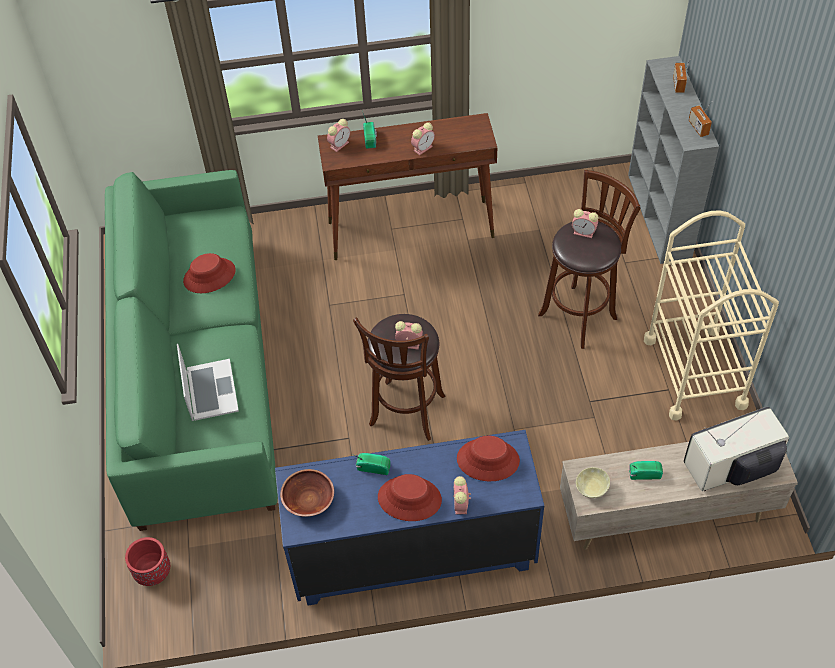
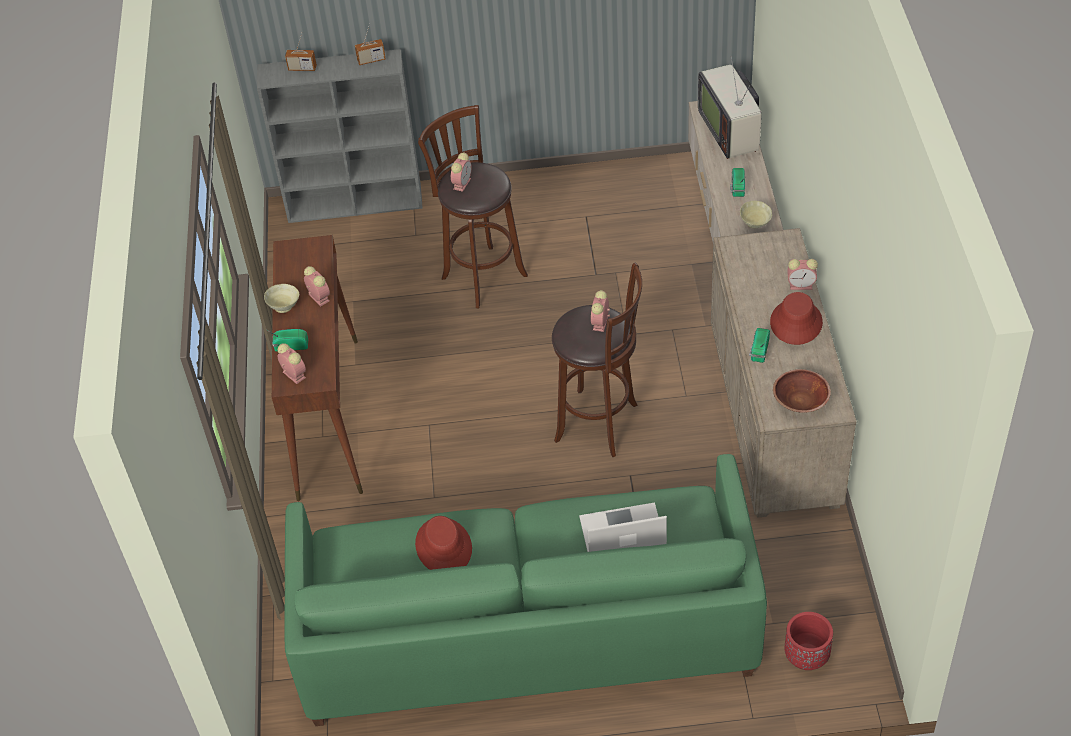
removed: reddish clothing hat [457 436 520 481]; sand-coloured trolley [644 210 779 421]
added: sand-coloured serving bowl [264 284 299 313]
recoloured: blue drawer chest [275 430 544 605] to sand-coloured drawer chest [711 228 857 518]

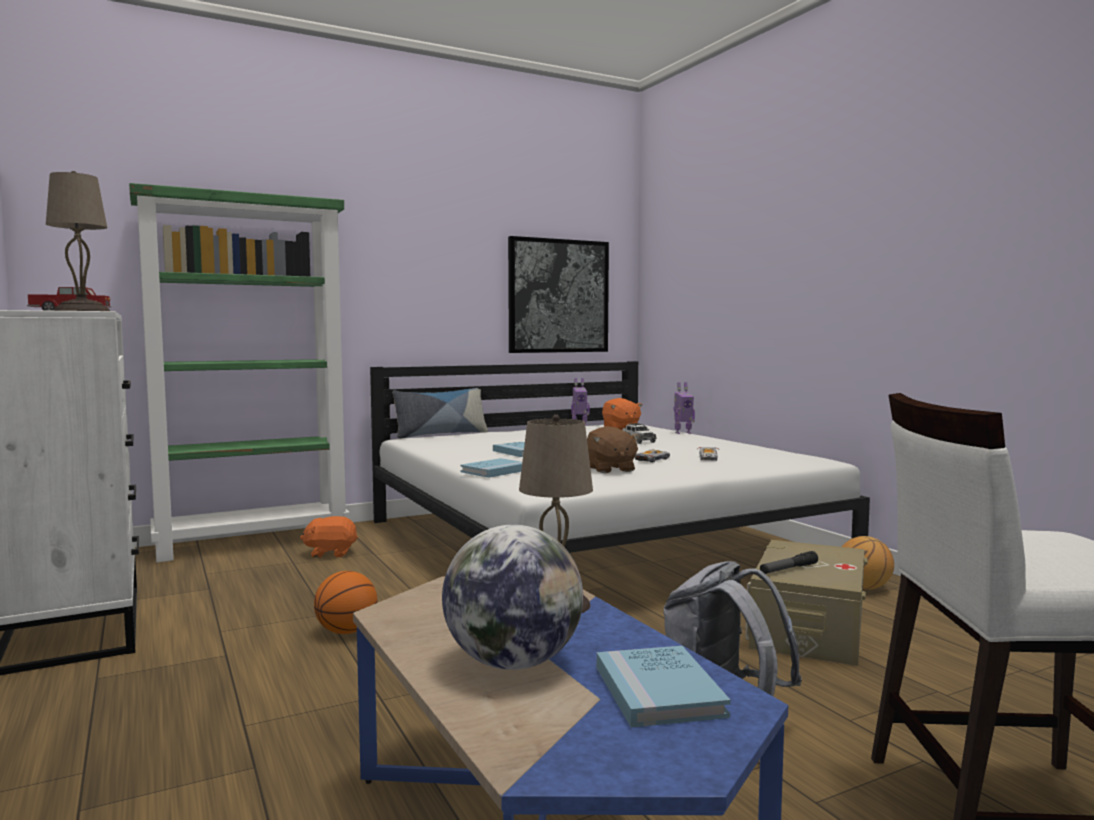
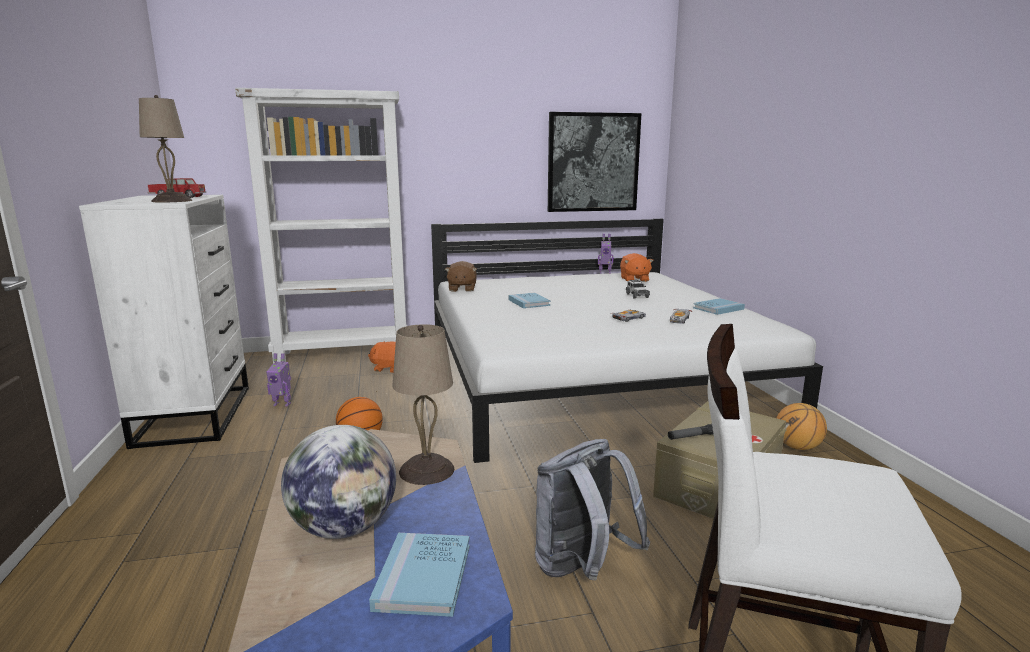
removed: cushion [392 388 488 439]
moved: robot figure [673 382 695 434] to [266 353 291 407]; brown plush toy [587 426 640 473] to [445 261 477 292]; blue book [460 458 522 478] to [693 298 745 315]
recoloured: green-coloured bookcase [129 183 350 562] to whitish bookcase [235 88 407 364]

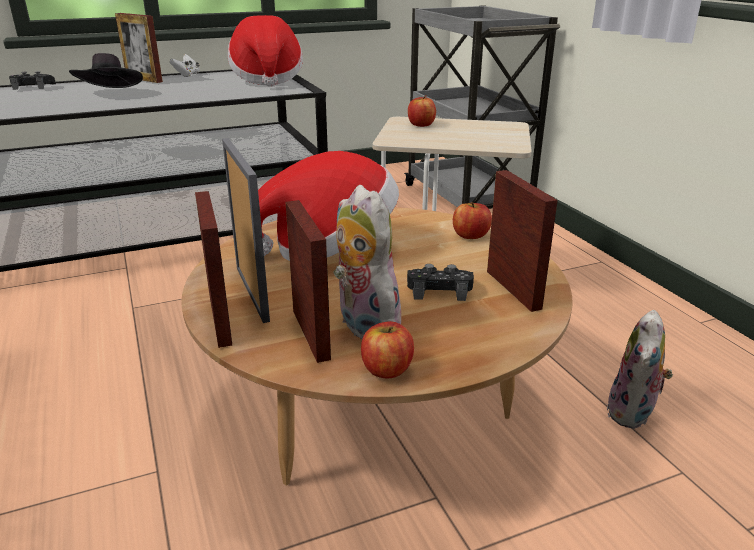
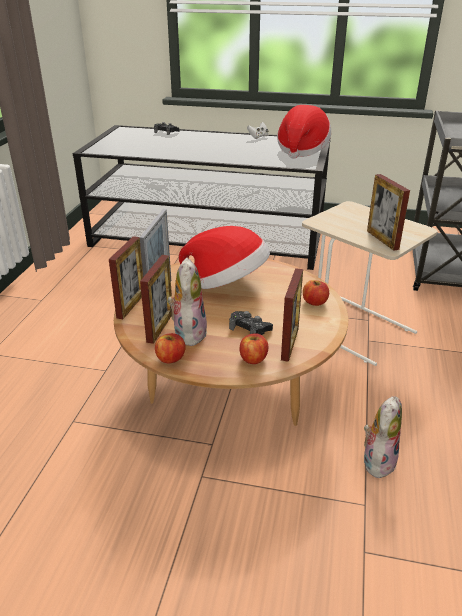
removed: blackish clothing hat [69 53 143 88]
moved: apple fruit [408 95 436 127] to [240 333 268 364]; standing frame [115 13 163 83] to [367 174 410 251]
turned: plush toy [607 310 673 429] = [364 396 402 478] 150 degrees clockwise

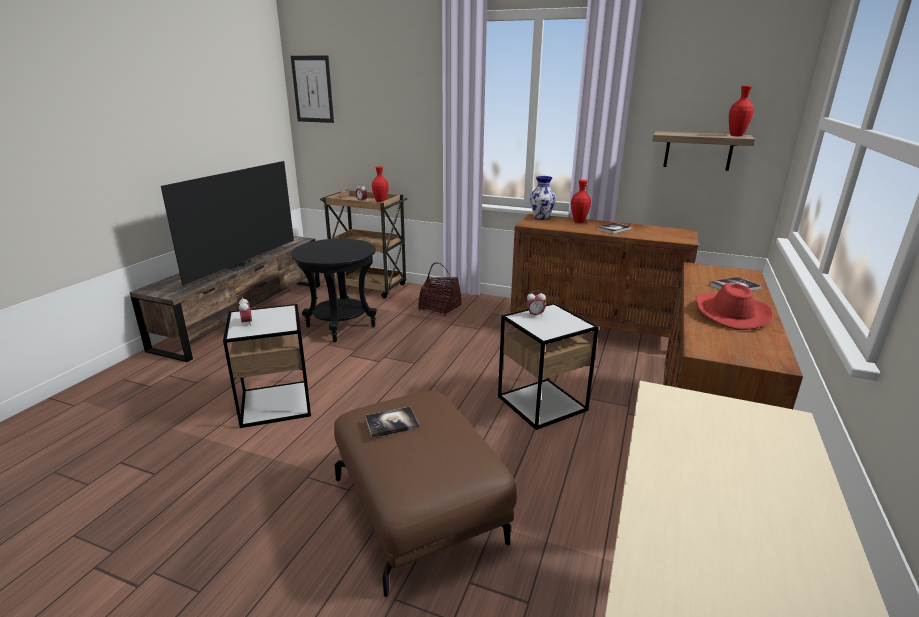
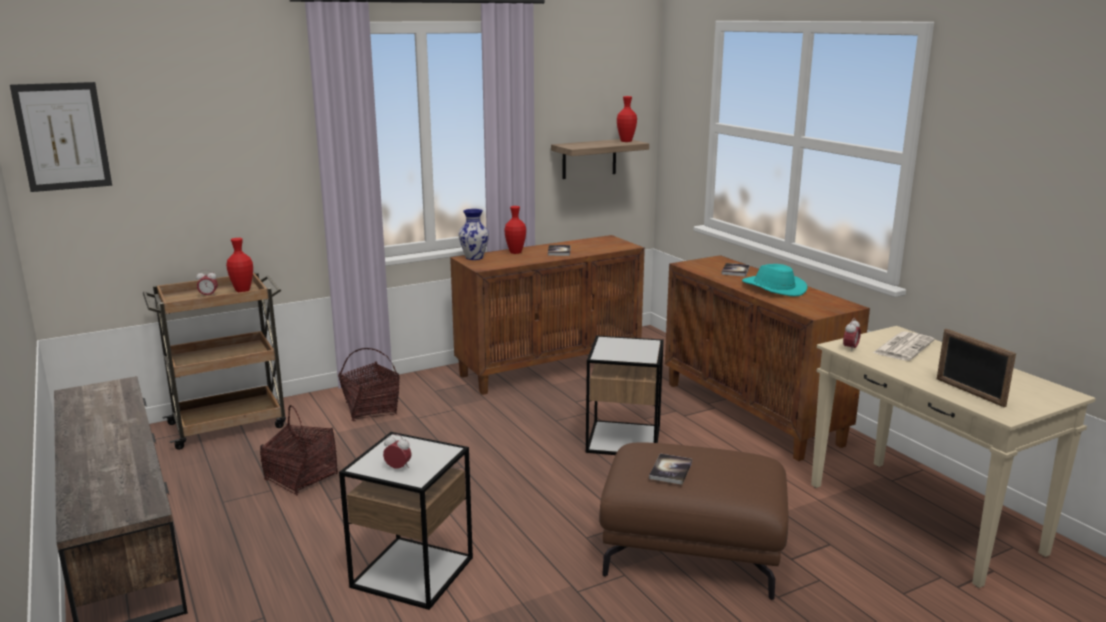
removed: television [161 161 294 286]
added: daily paper [873 331 935 361]; standing frame [937 329 1016 407]
moved: bedside clock [526 291 546 317] to [843 318 861 352]
replaced: blackish end table [291 238 377 342] to basket [260 405 338 495]
recoloured: reddish clothing hat [696 283 773 330] to turquoise-coloured clothing hat [742 264 807 296]

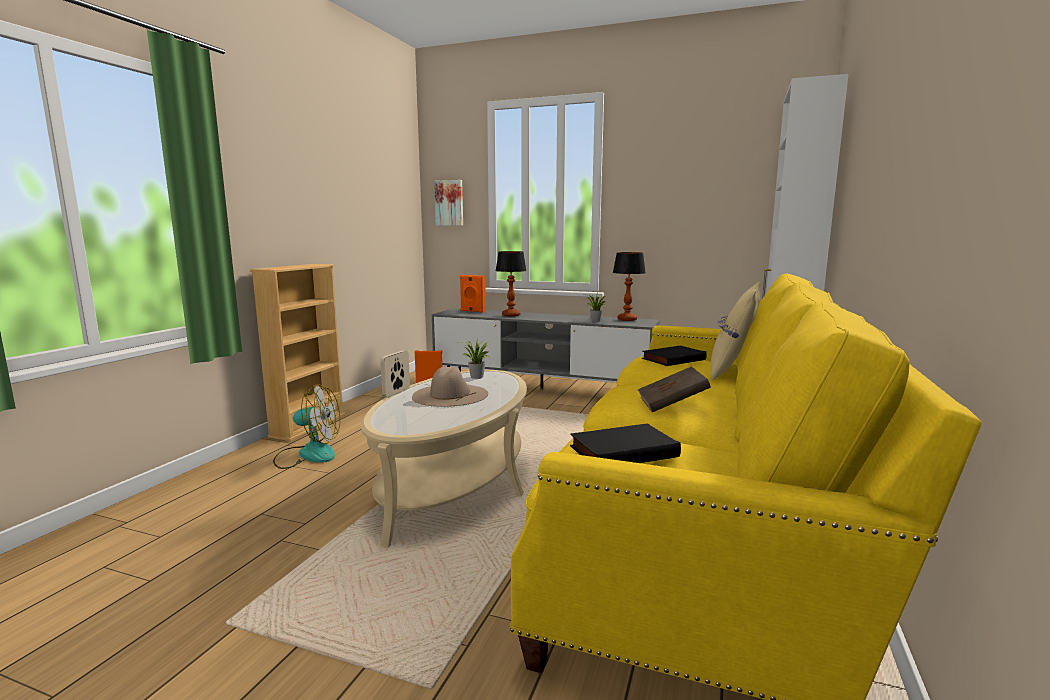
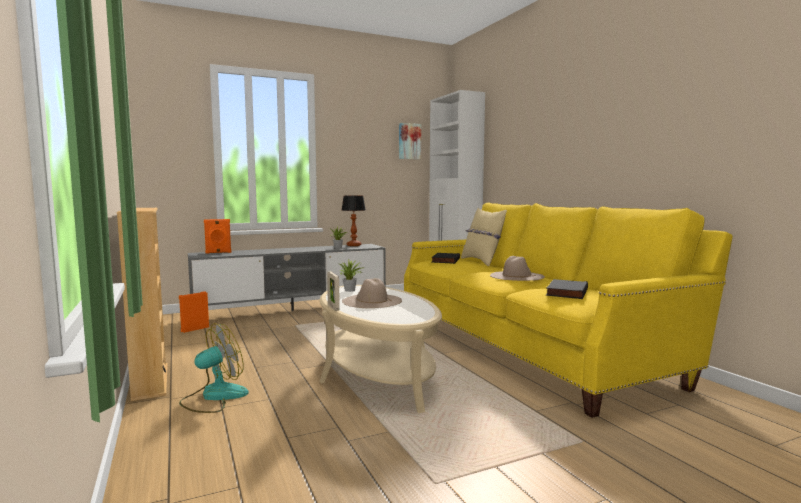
removed: table lamp [496 251 527 317]
moved: picture [434 180 463 226] to [399 123 421 160]
replaced: brown book [638 366 711 412] to sand-coloured clothing hat [490 256 545 281]

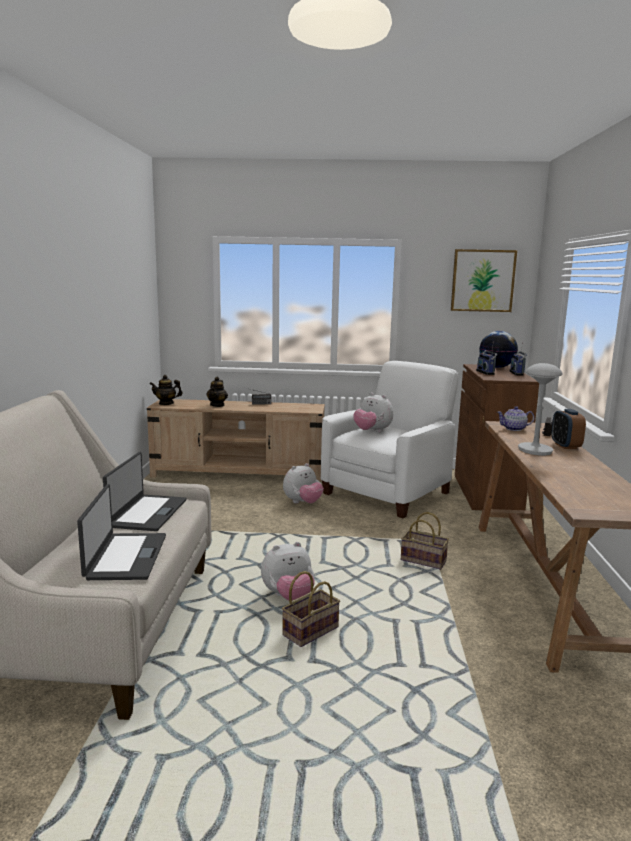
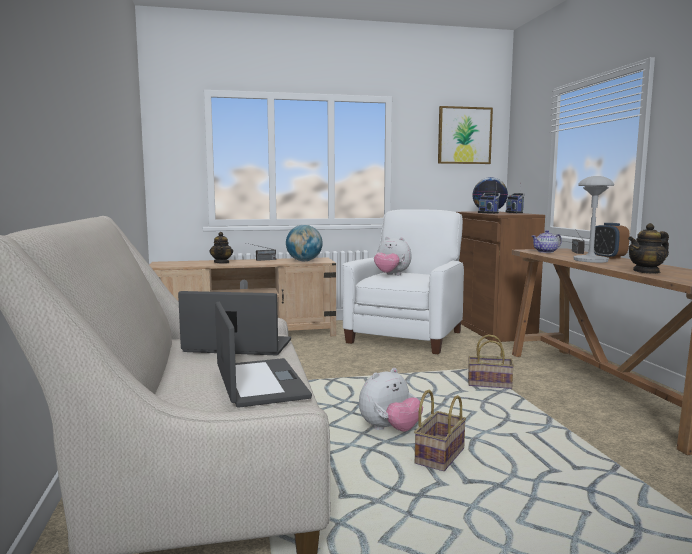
removed: plush toy [283 463 324 503]
added: desk globe [286 225 323 261]
moved: tea pot [150 375 183 405] to [628 223 669 274]
turned: notebook computer [103 452 186 531] = [178 291 291 355] 75 degrees counterclockwise

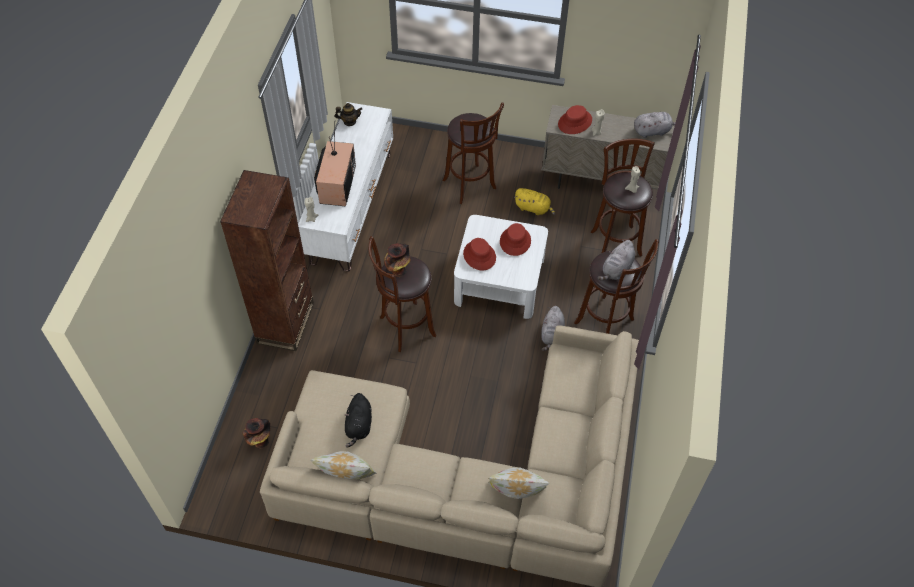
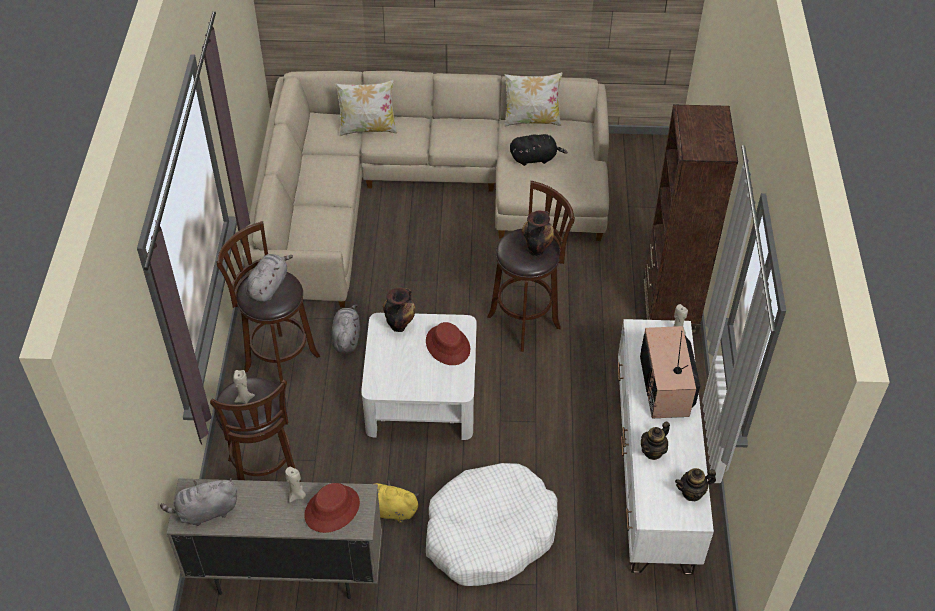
removed: reddish clothing hat [500 223 531 256]
added: tea pot [641 421 670 460]
moved: decorative vase [243 418 270 449] to [383 288 415 332]
replaced: brown sitting stool [443 102 504 204] to whitish dog cushion [426 463 558 586]
turned: blackish plush toy [345 393 372 448] = [510 134 568 166] 90 degrees clockwise

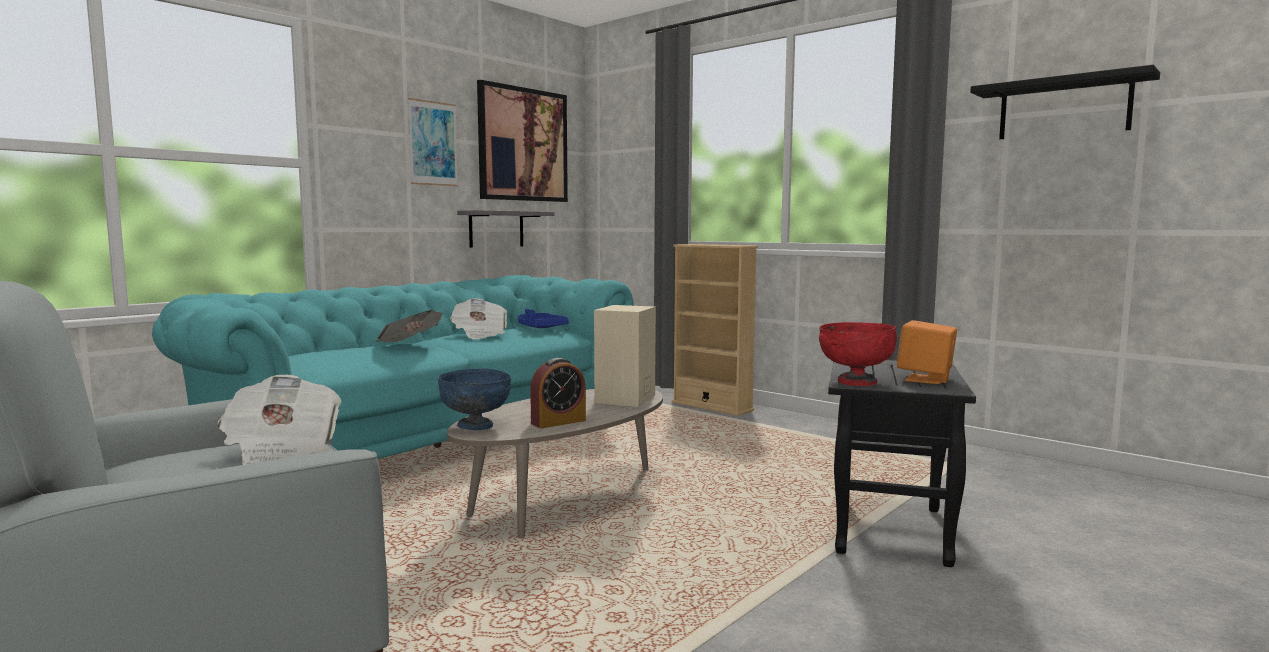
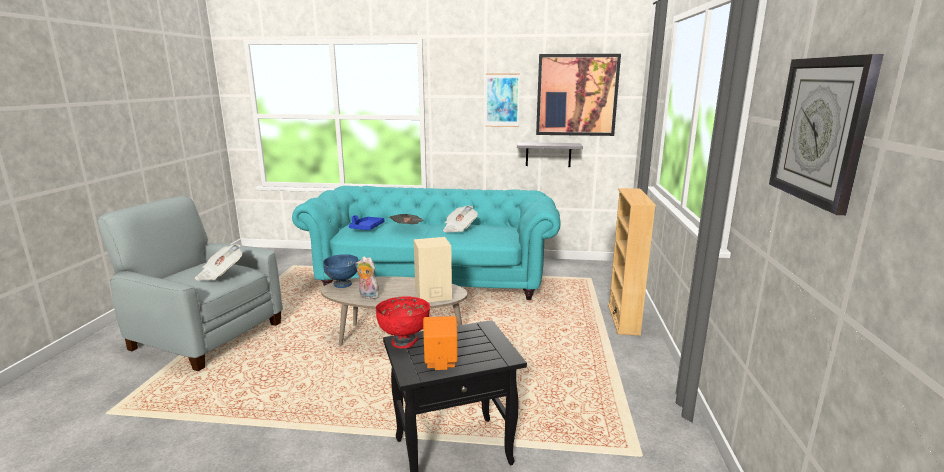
moved: blue tray [518 309 569 328] to [349 215 385 230]
replaced: bedside clock [530 358 586 428] to plush toy [355 257 380 299]; blackish wall shelf [970 65 1160 139] to hanging clock [769 54 884 215]

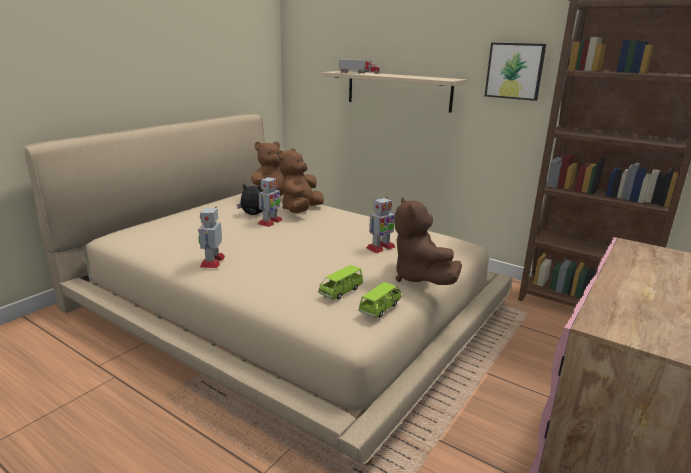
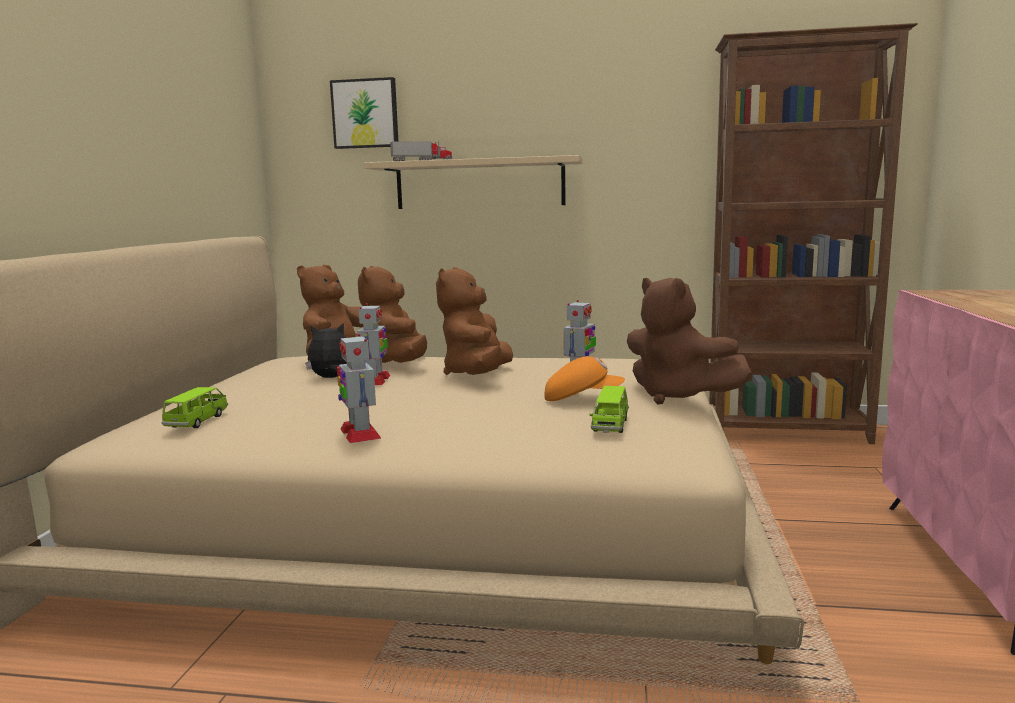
added: brown plush toy [436 267 513 375]; orangey peaked cap [545 356 625 401]
moved: green-coloured model car [358 282 402 318] to [162 387 228 428]; picture [485 43 546 101] to [330 77 398 149]

